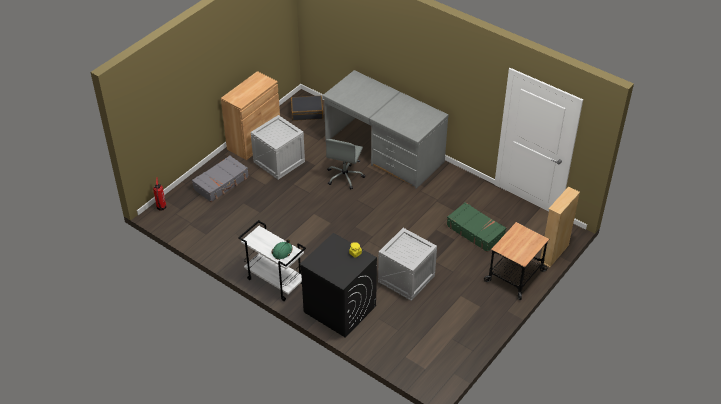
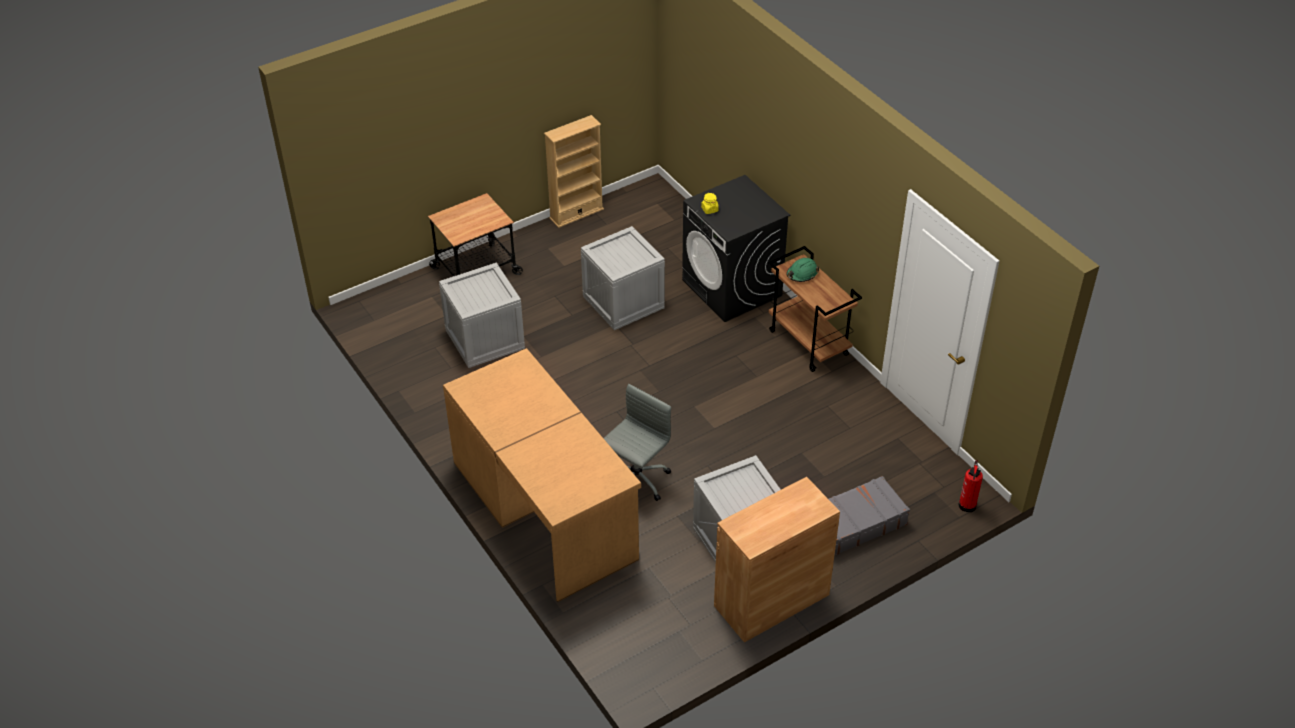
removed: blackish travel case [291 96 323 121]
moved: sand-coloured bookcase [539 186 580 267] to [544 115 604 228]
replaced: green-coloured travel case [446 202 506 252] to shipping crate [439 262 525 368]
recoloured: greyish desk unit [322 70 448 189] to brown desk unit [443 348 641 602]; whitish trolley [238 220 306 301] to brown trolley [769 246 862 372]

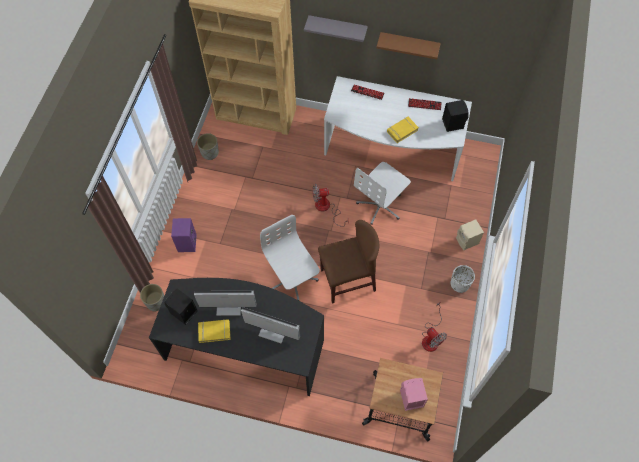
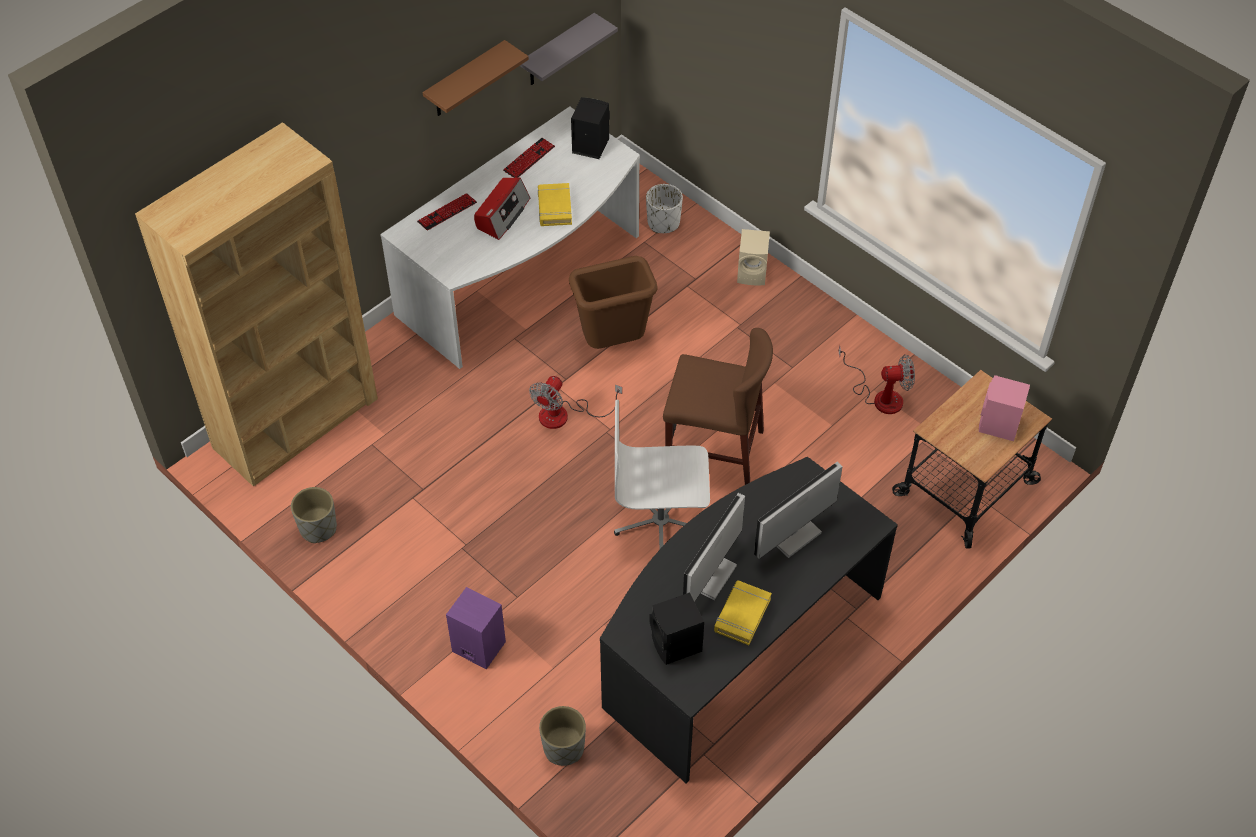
added: radio set [474 178 530 240]
moved: greyish wall shelf [304 15 368 42] to [520 13 618 85]; whitish flower pot [451 265 475 293] to [646 184 683 233]
replaced: whitish office chair [354 162 411 225] to brown waste bin [569 256 658 349]
turned: brown upright chair [318 220 379 304] = [663 328 773 485] 90 degrees clockwise

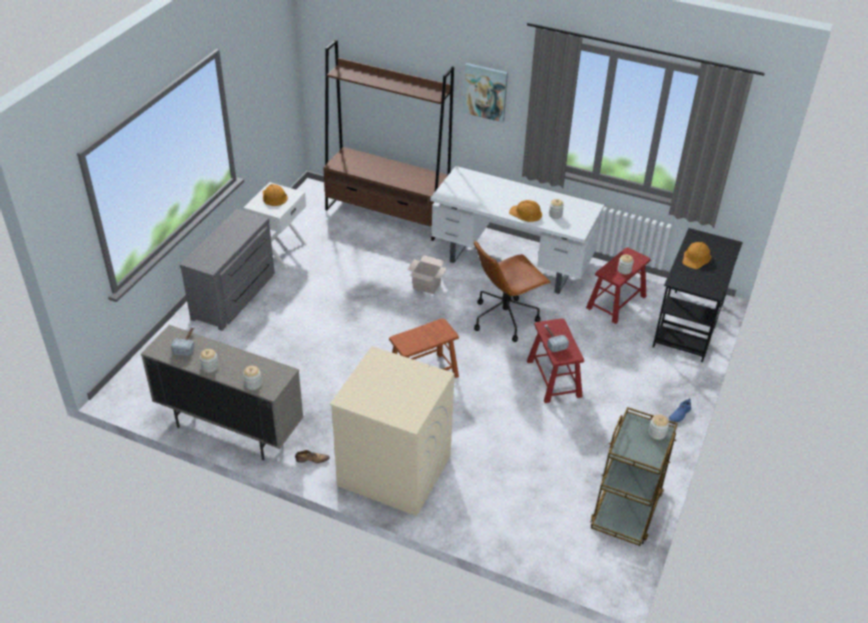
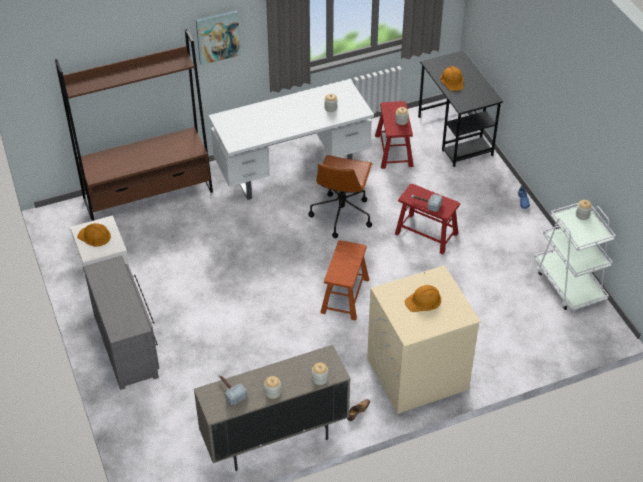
removed: carton [407 255 447 294]
moved: orangey hard hat [509 200 542 222] to [404 285 441 312]
recoloured: brown trolley [590 407 678 546] to whitish trolley [534 203 616 311]

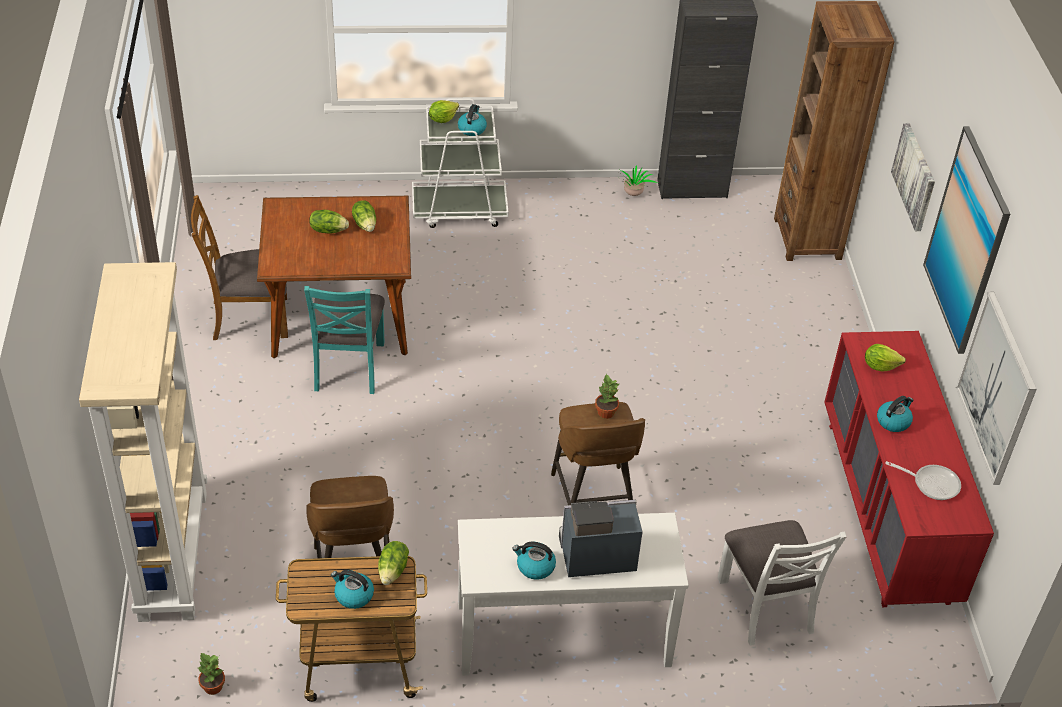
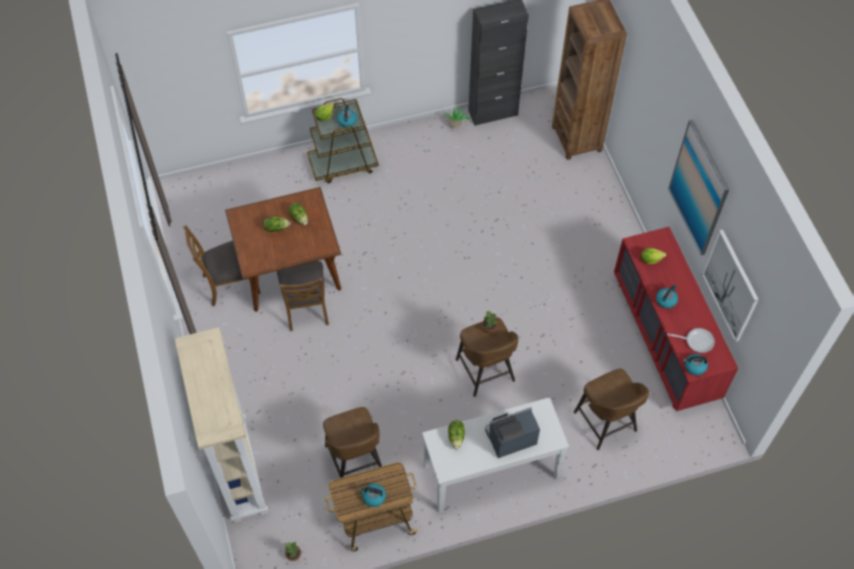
removed: picture [891 123 935 231]
moved: head of lettuce [378 541 409 585] to [448 420 465 449]; water kettle [512 541 556 580] to [683 354 708 375]
replaced: whitish upright chair [718 520 847 646] to brown sitting stool [574 369 649 450]
recoloured: turquoise-coloured upright chair [304 286 385 394] to brown upright chair [277 261 329 331]; whitish trolley [412 99 509 228] to brown trolley [307 98 379 183]

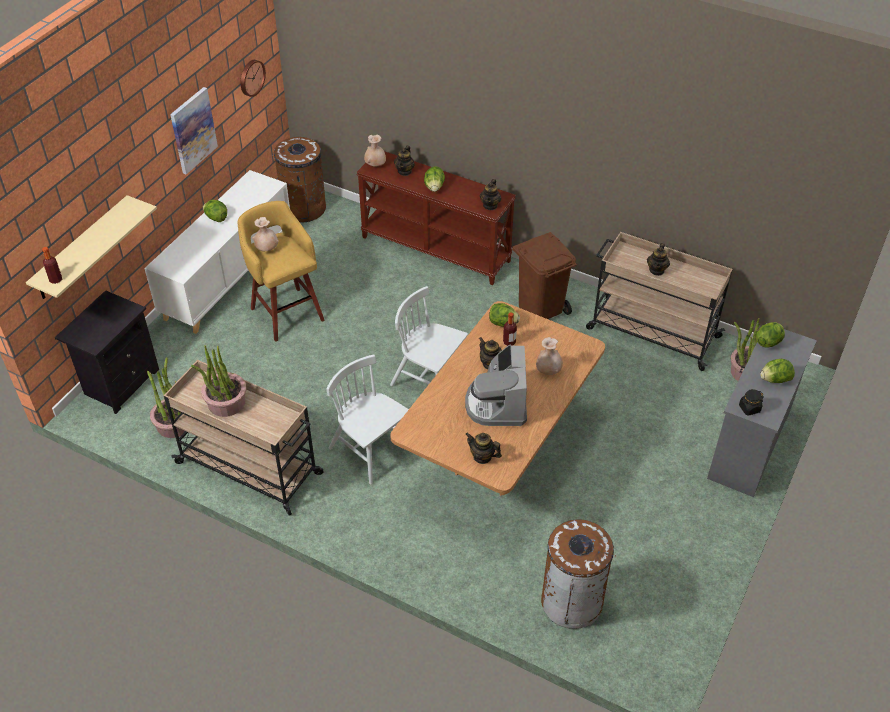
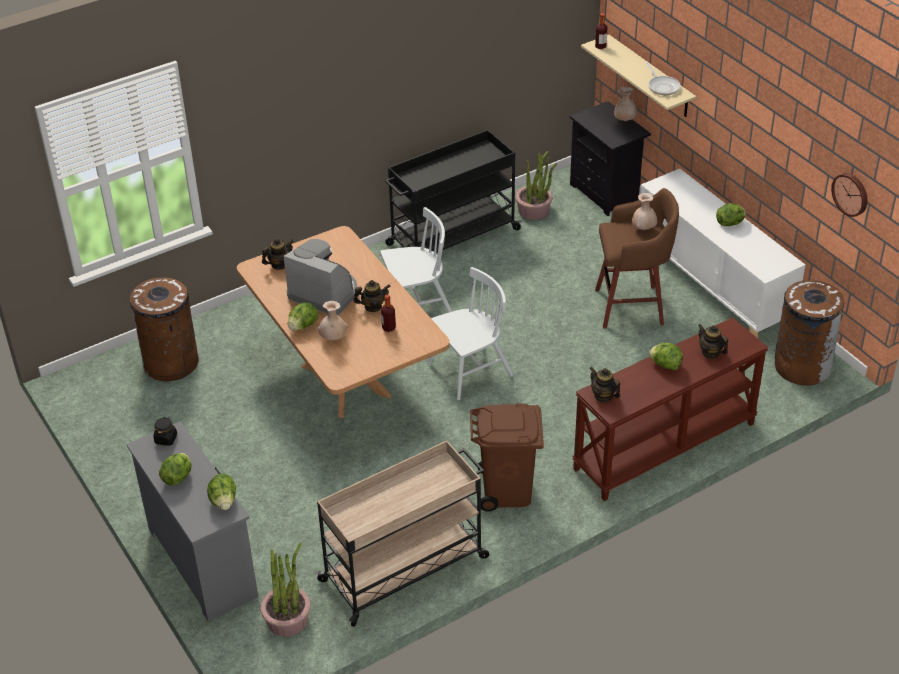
removed: picture [170 87 218 174]; houseplant [191 345 246 417]; tea pot [647 243 670 276]
added: frying pan [645 62 680 95]
moved: head of lettuce [489 303 520 327] to [288 302 319 331]; sand-coloured decorative vase [364 135 386 166] to [614 87 637 121]
recoloured: sand-coloured trolley [164 360 323 516] to blackish trolley [385 130 522 253]; yellowish sitting stool [237 201 325 342] to brown sitting stool [595 188 679 328]

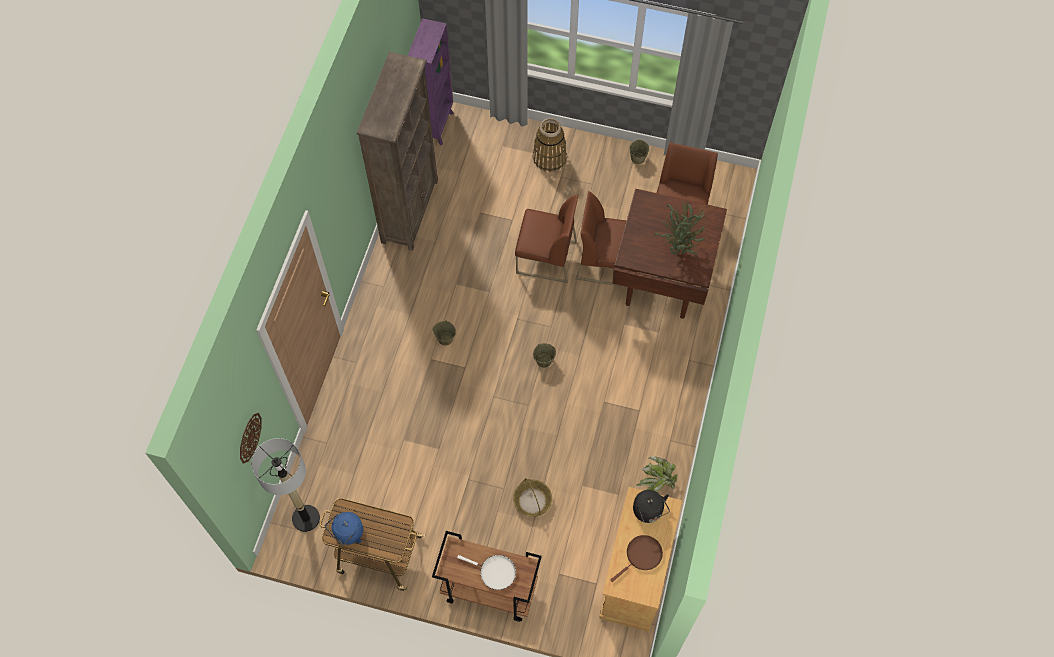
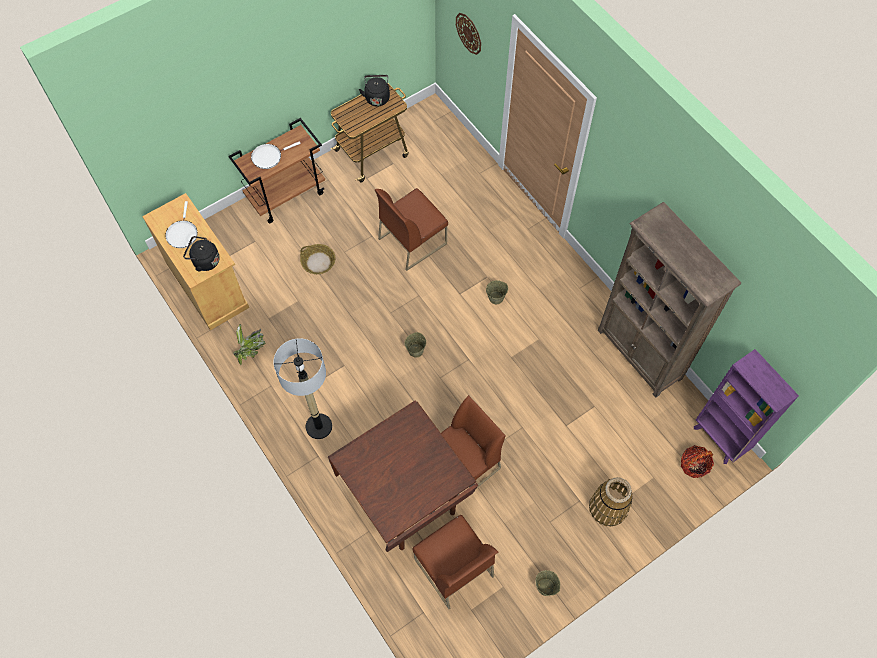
removed: houseplant [655 201 708 255]
added: basket [681 445 714 478]
moved: standing lamp [251 438 320 532] to [273 338 332 439]; brown upright chair [515 195 579 283] to [375 188 448 271]
recoloured: brown frying pan [611 535 663 582] to whitish frying pan [165 201 197 248]; blue water kettle [325 512 363 546] to blackish water kettle [359 75 390 106]

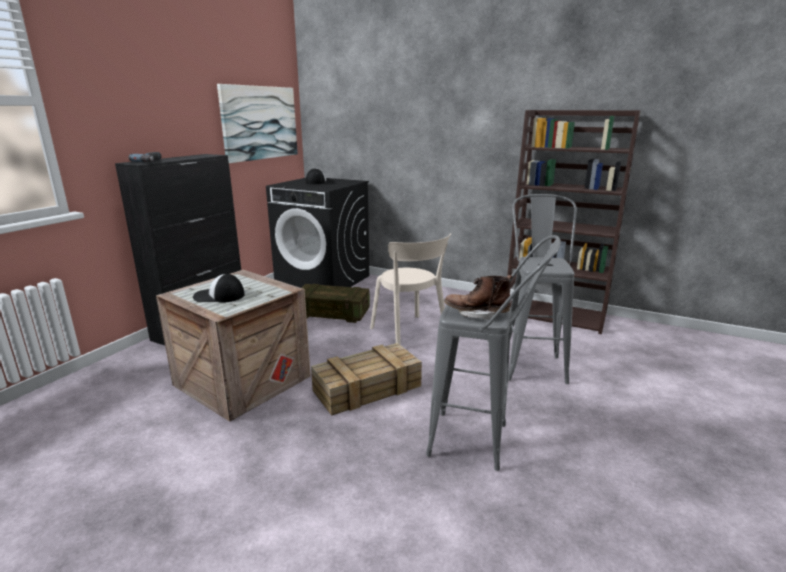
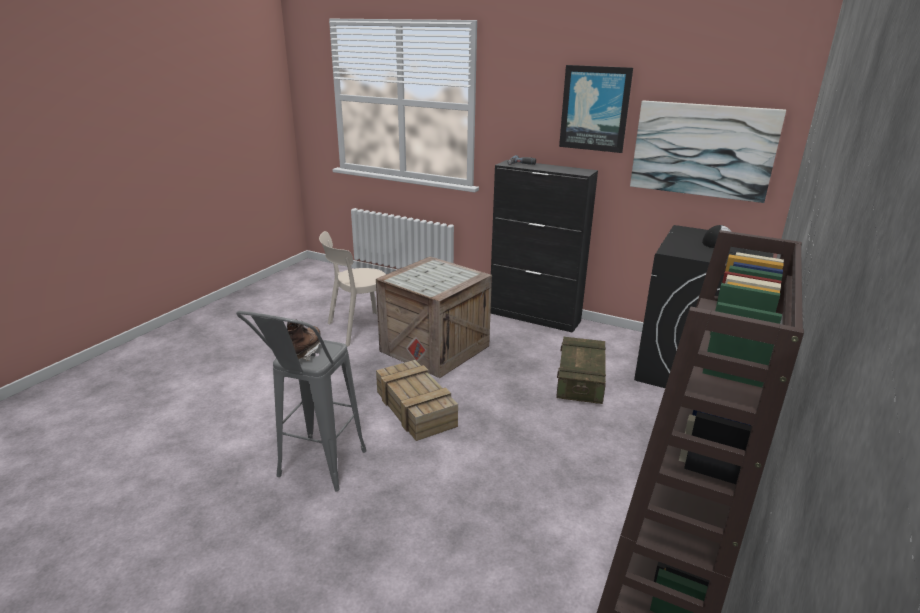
removed: peaked cap [193 274 245 303]; greyish sitting stool [508 194 577 384]
added: picture [559 65 633 153]
moved: sand-coloured upright chair [370 233 452 345] to [319 231 386 347]

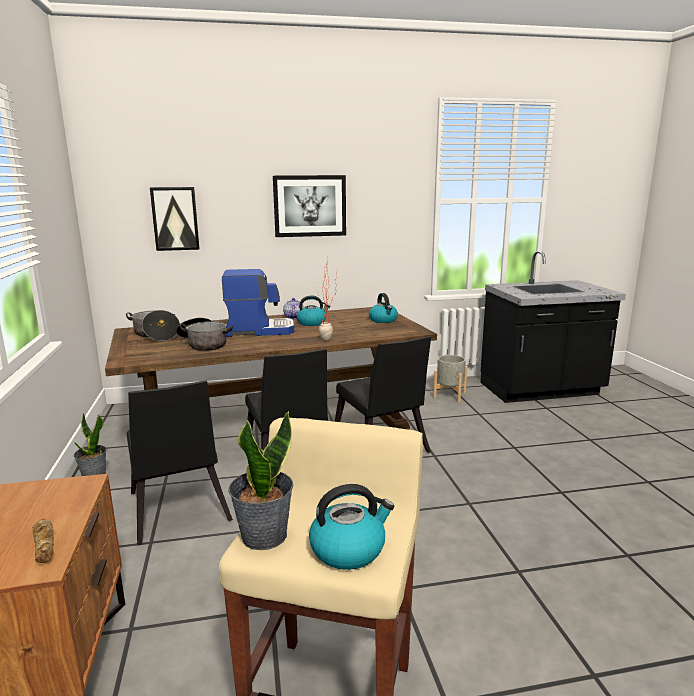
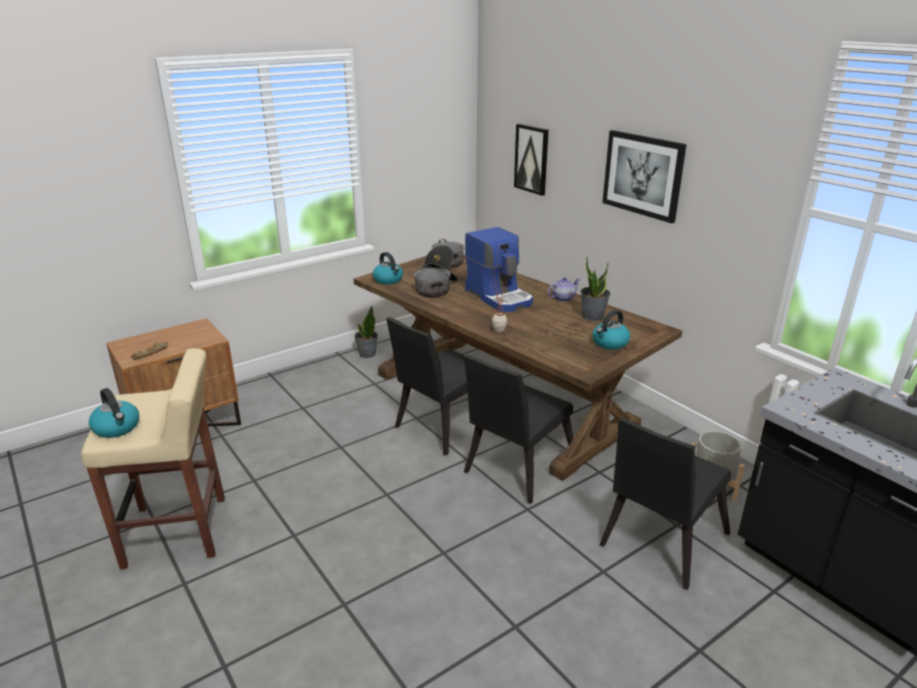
moved: water kettle [297 295 330 326] to [373 252 403 284]; houseplant [228 411 293 550] to [580 257 610 321]; blackish upright chair [127 380 233 545] to [599 417 731 590]

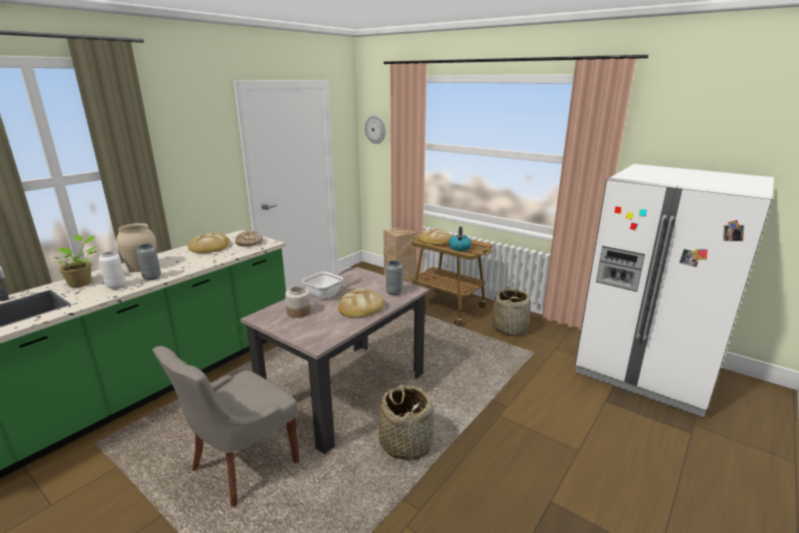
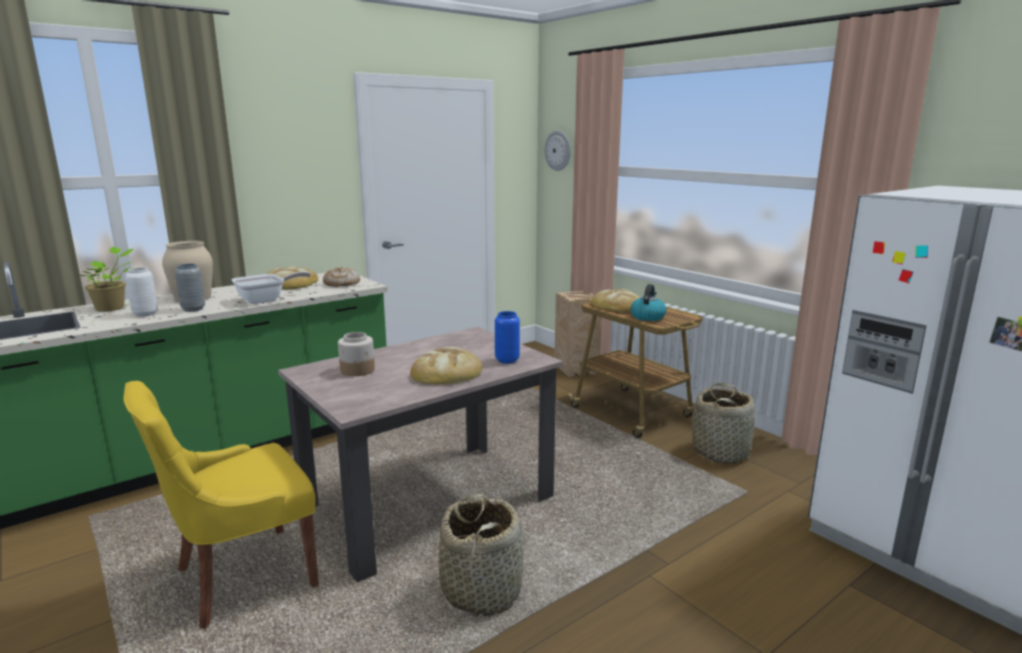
moved: frying pan [302 267 352 299] to [231 271 311 304]
recoloured: greyish upright chair [152 346 299 507] to yellowish upright chair [123 381 319 629]; greyish decorative vase [386 260 403 295] to blue decorative vase [495 311 520 364]

